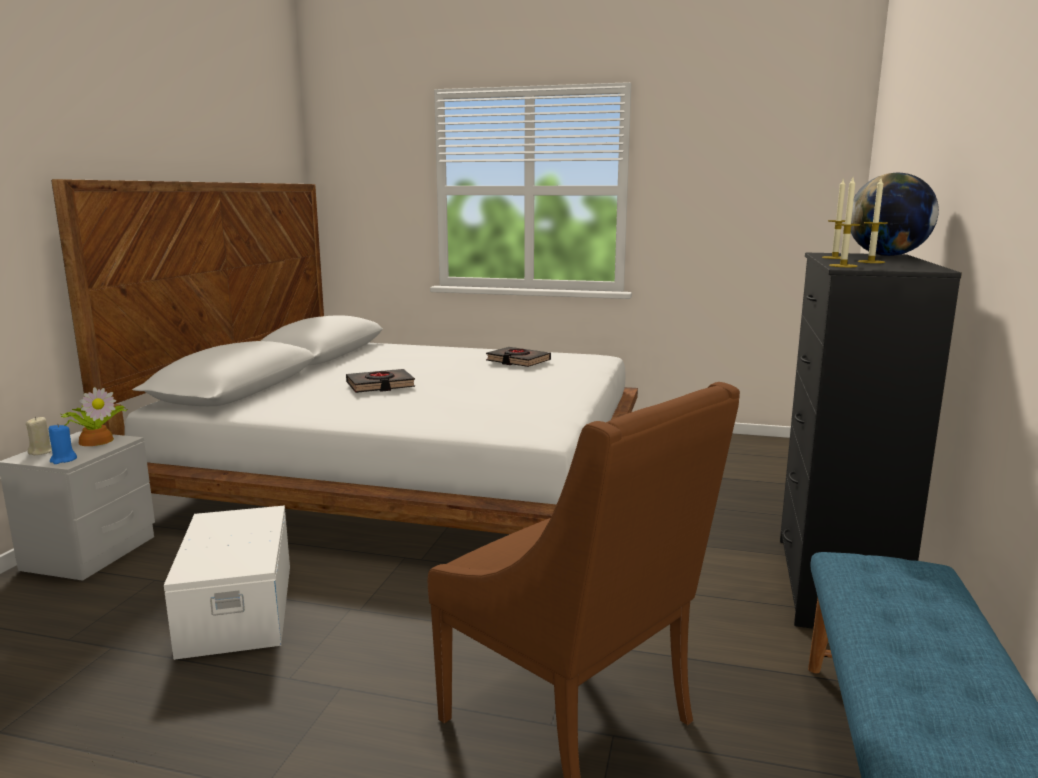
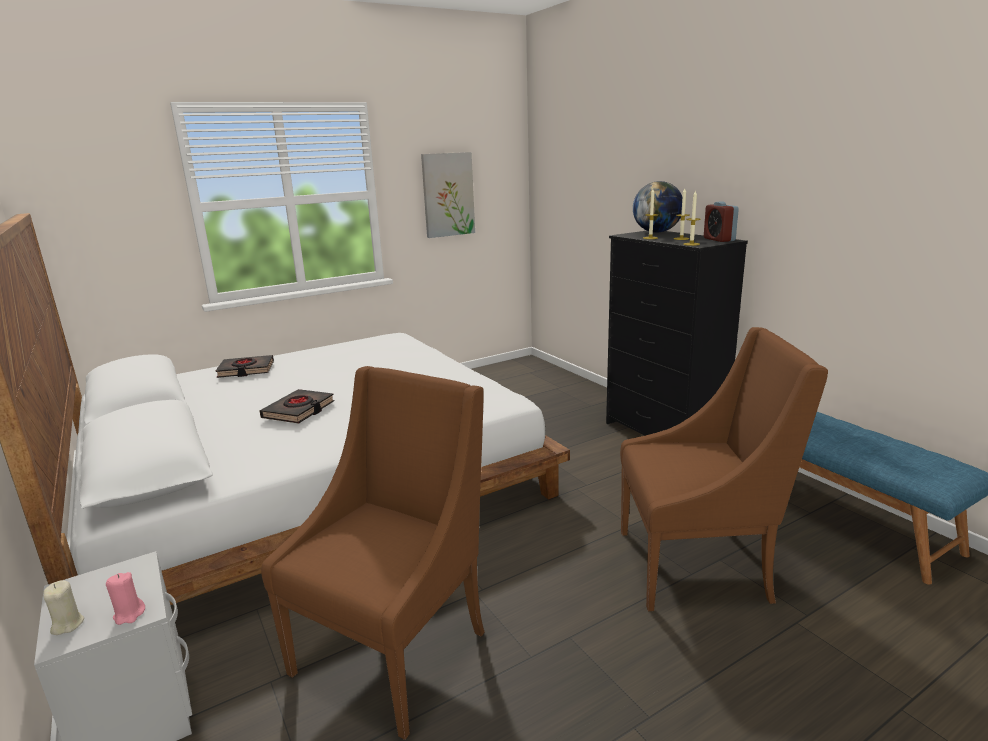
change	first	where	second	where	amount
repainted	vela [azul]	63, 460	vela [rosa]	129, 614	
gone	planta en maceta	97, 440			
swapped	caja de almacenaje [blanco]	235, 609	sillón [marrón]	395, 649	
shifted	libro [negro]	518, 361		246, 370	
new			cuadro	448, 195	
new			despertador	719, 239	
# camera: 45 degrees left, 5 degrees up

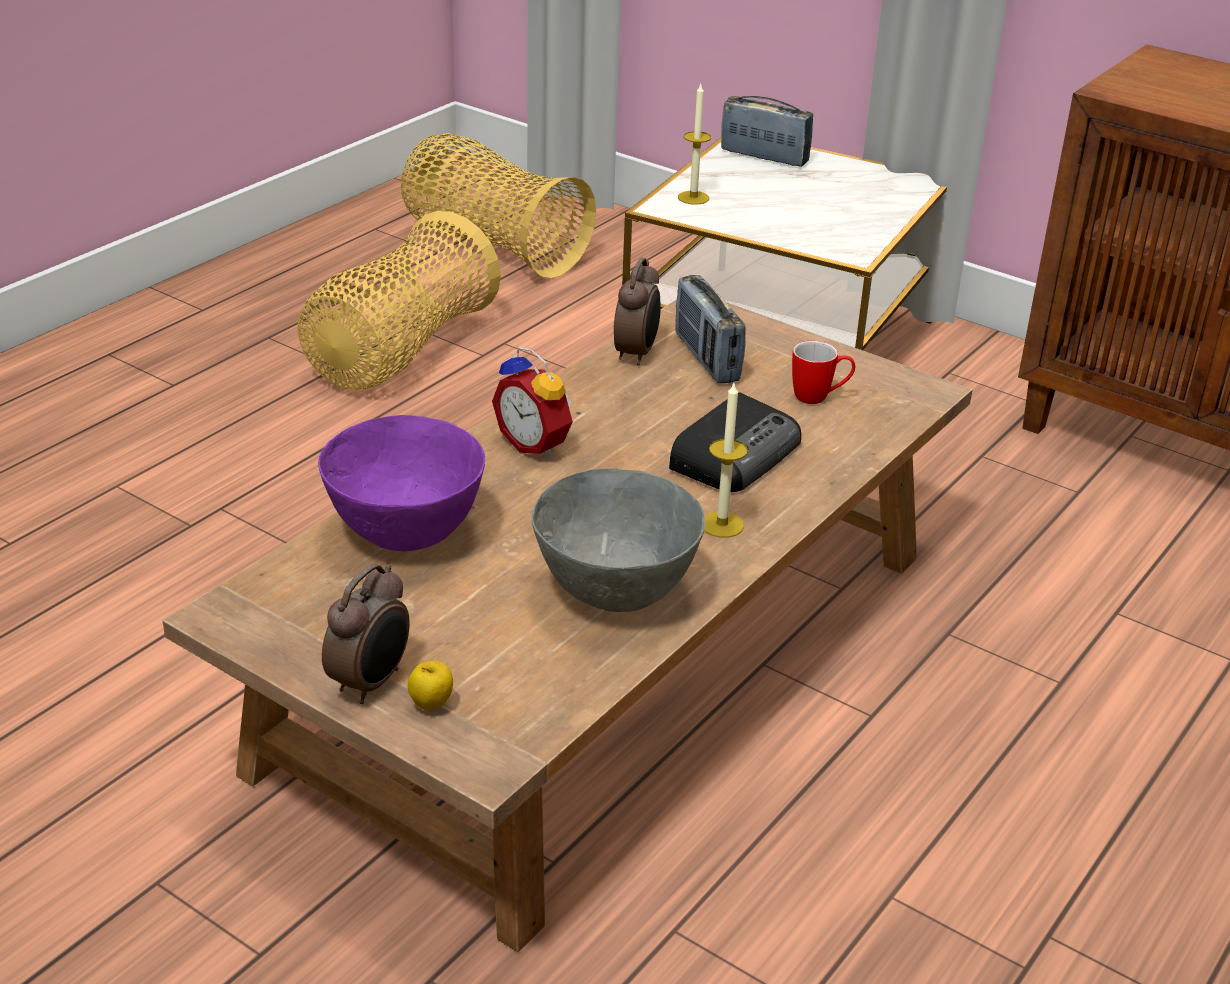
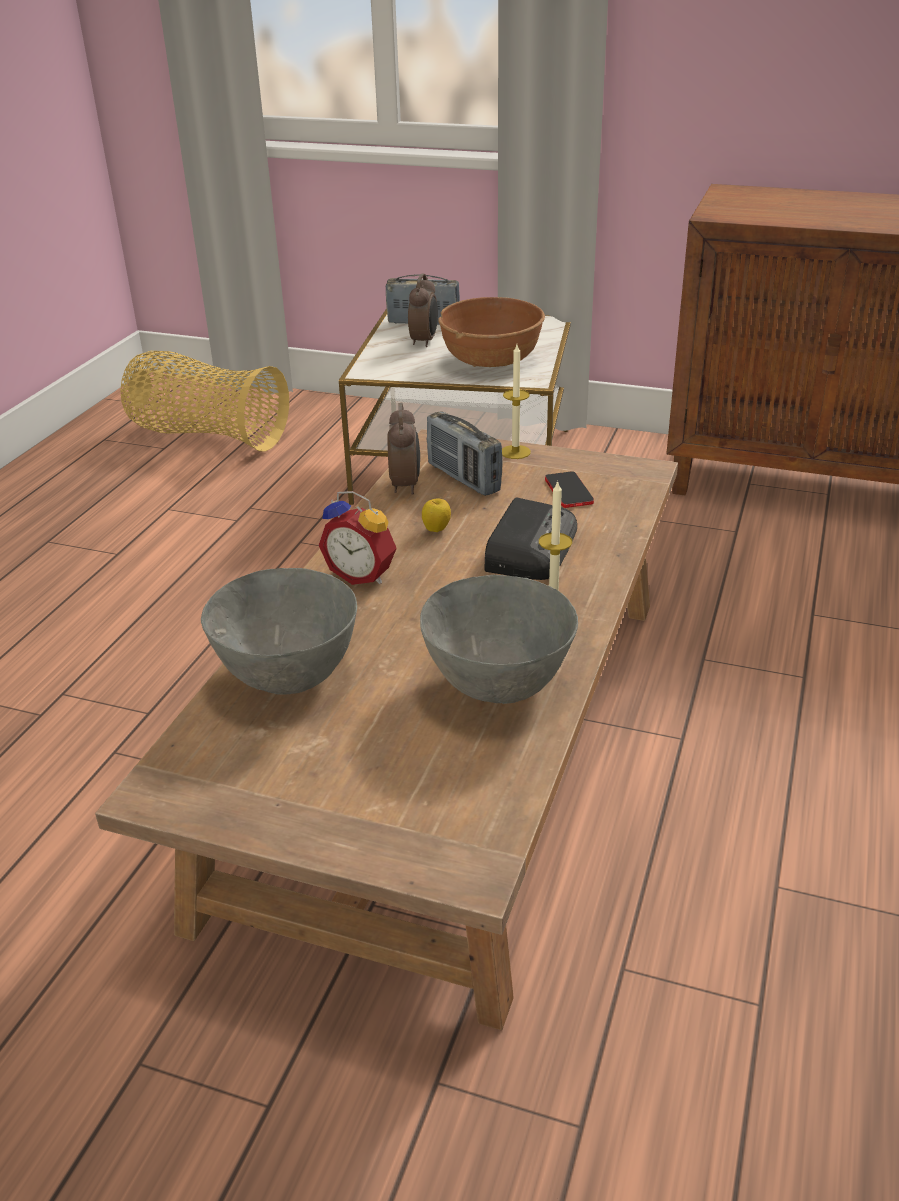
change	first	where	second	where	amount
gone	cesta	399, 353			
repainted	cuenco [morado]	407, 533	cuenco [gris]	290, 676	
shifted	despertador	371, 683		424, 341	
shifted	manzana	431, 705		436, 530	
shifted	vela	693, 198		515, 452	
swapped	taza grande	819, 397	móvil	568, 491	
new			cuenco [marrón]	491, 362	
# camera: 15 degrees left, 0 degrees up

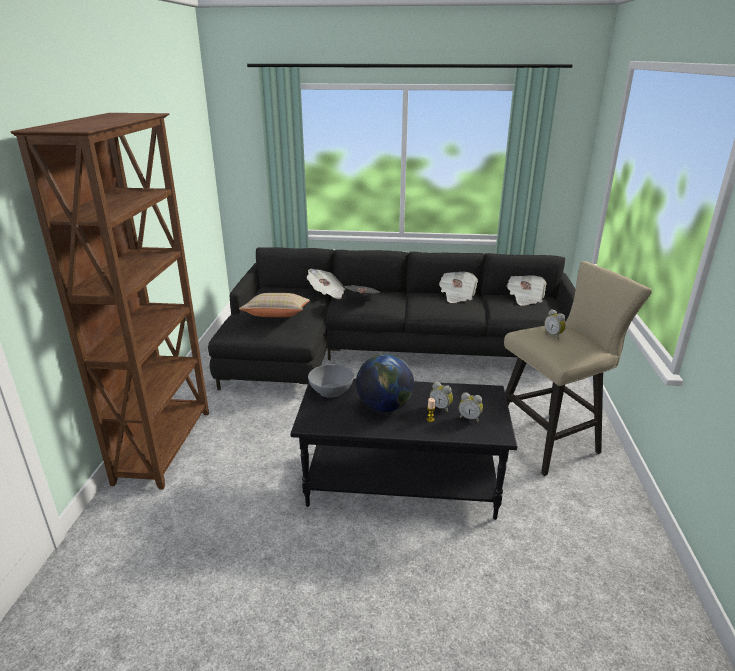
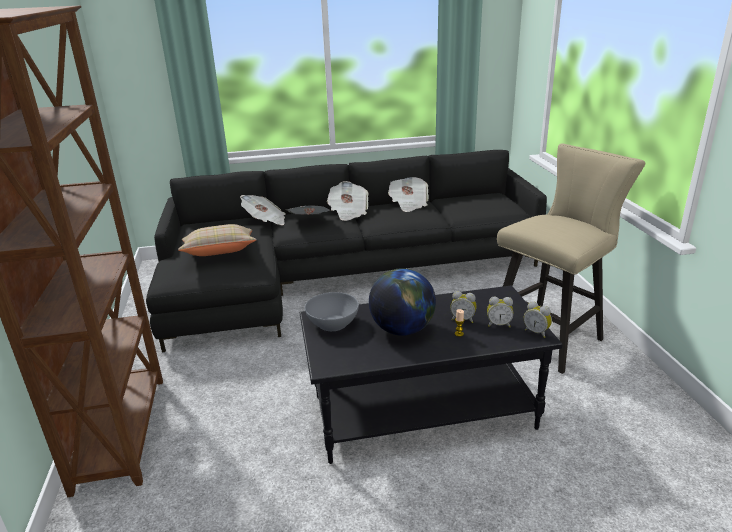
change	first	where	second	where	amount
shifted	periódico	525, 298		348, 212	
shifted	despertador	554, 335		536, 332	
# camera: 15 degrees left, 0 degrees up

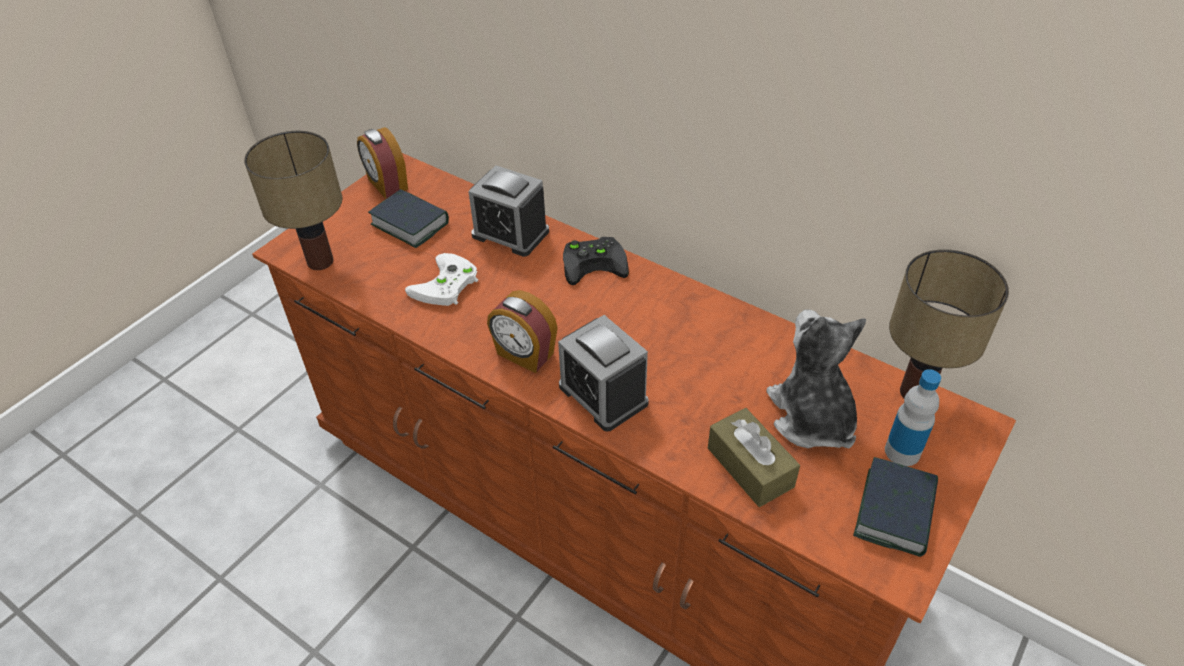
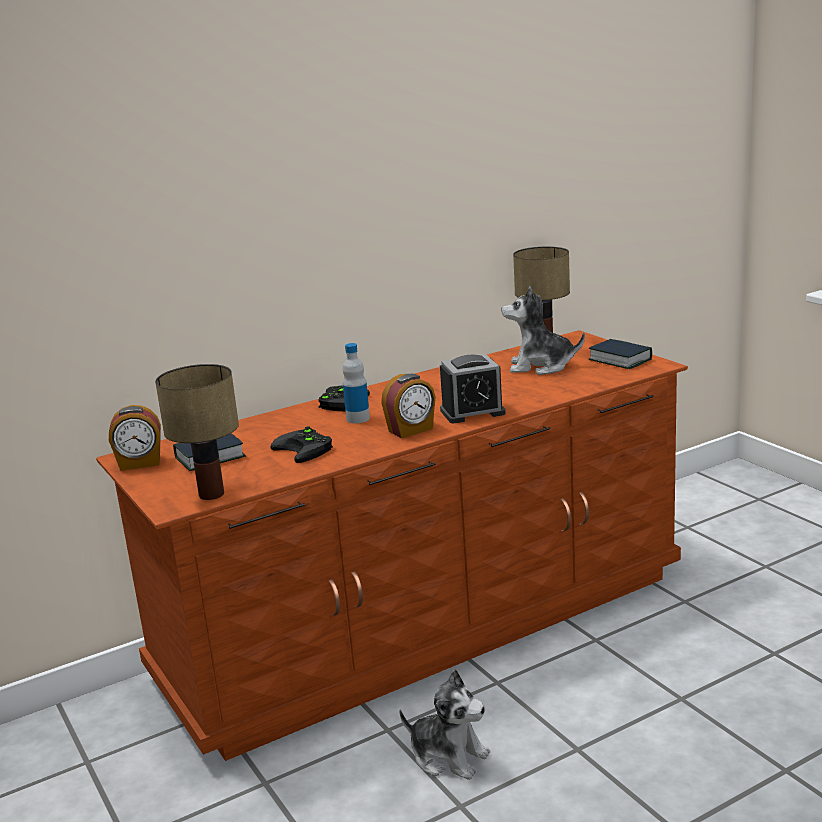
change	first	where	second	where	amount
repainted	mando de consola [blanco]	445, 286	mando de consola [negro]	306, 449	
gone	despertador	510, 233			
gone	caja de pañuelos [marrón]	750, 467			
shifted	botella	902, 452		358, 419	
new			peluche	448, 756	
# camera: 65 degrees left, 25 degrees down

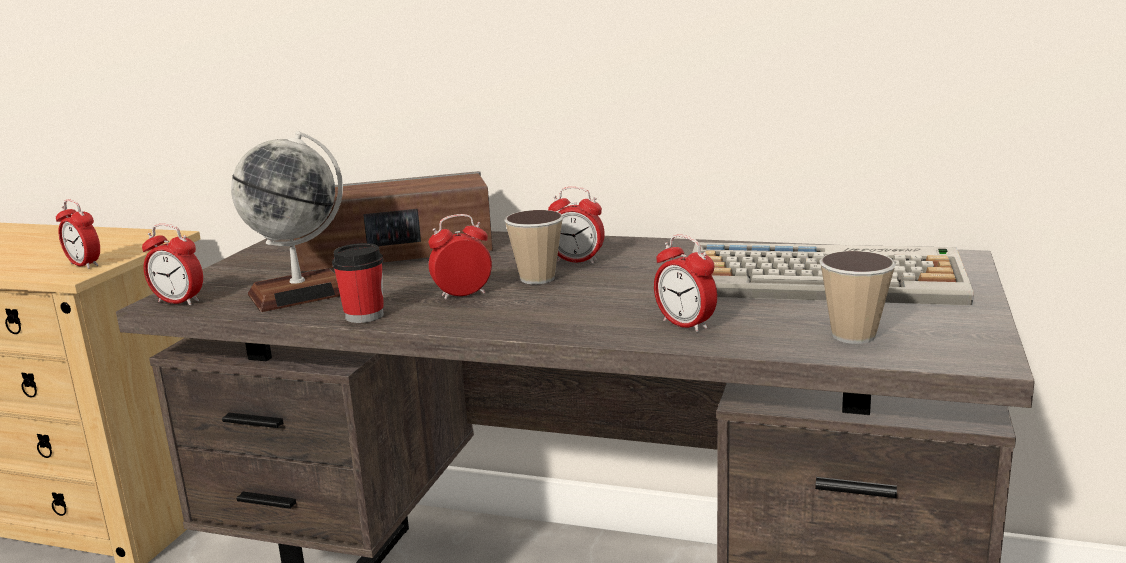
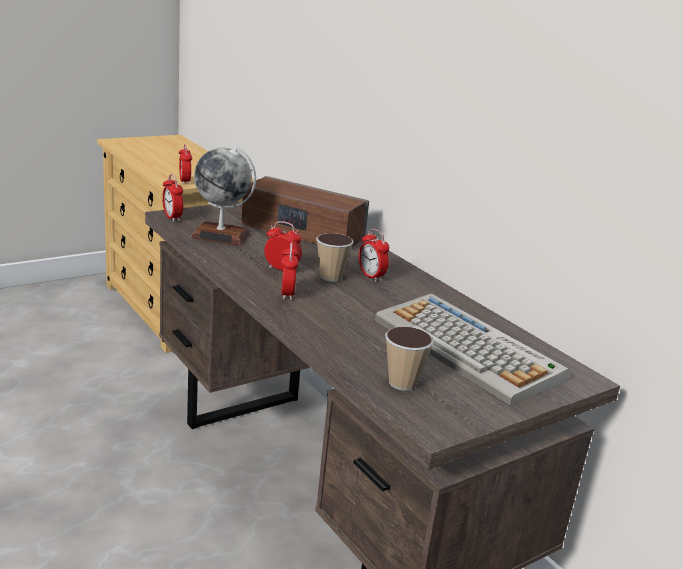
change	first	where	second	where	amount
gone	taza	364, 316			
shifted	despertador	685, 325		287, 294	
# camera: 35 degrees right, 5 degrees up

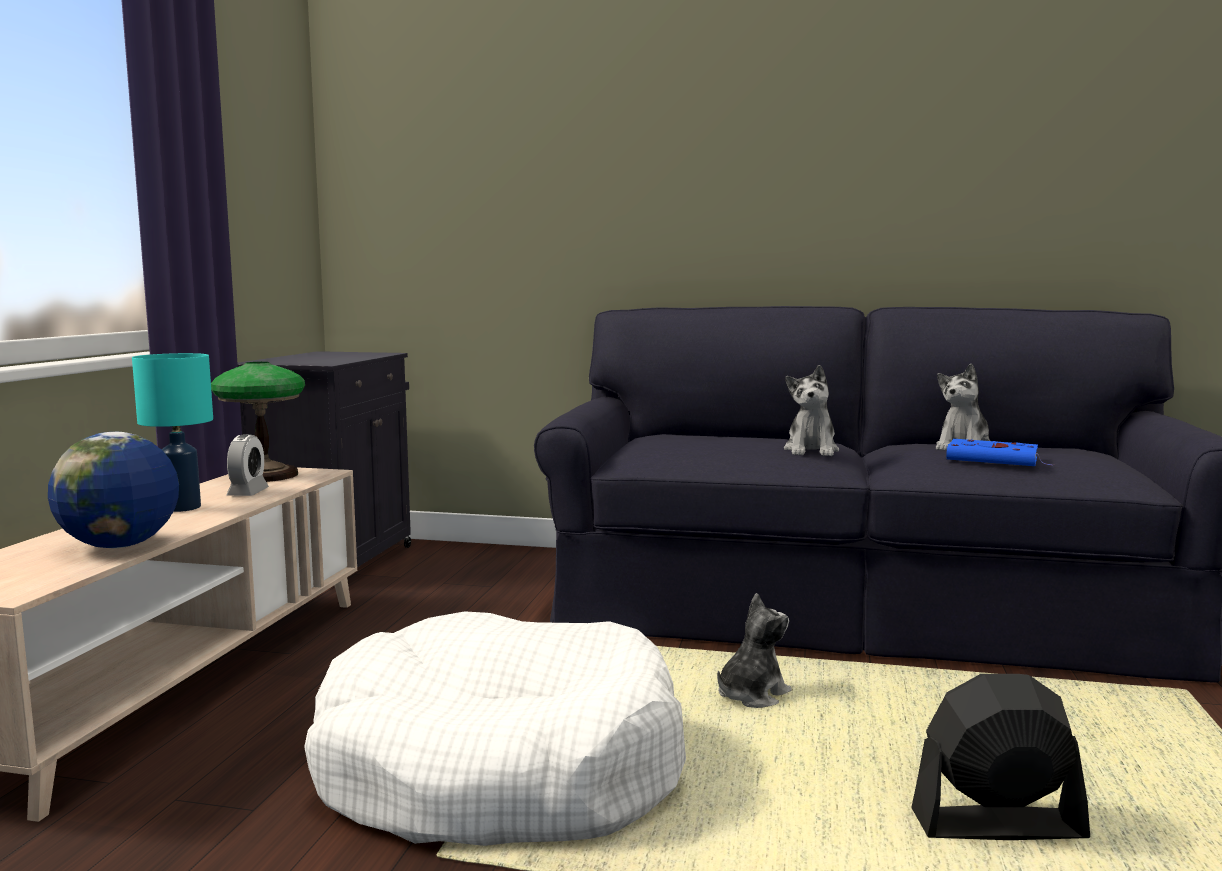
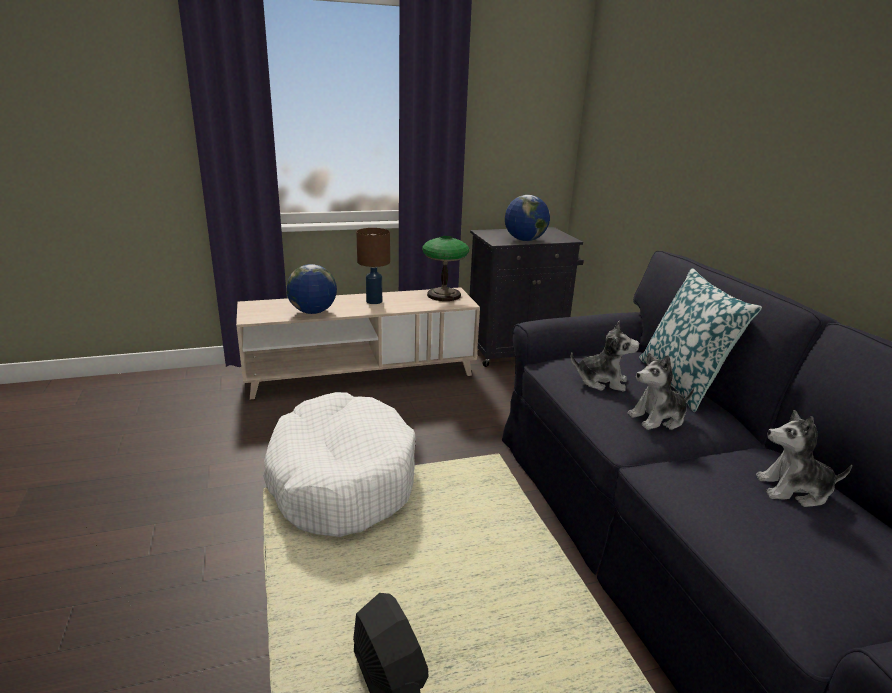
change	first	where	second	where	amount
repainted	lámpara de mesa [turquesa]	183, 507	lámpara de mesa [marrón]	374, 301	
gone	despertador	248, 493			
shifted	peluche	751, 695		601, 381	
gone	libro [azul]	995, 459			
new			globo terráqueo	524, 240	
new			cojín	682, 383	
# camera: 60 degrees right, 15 degrees up

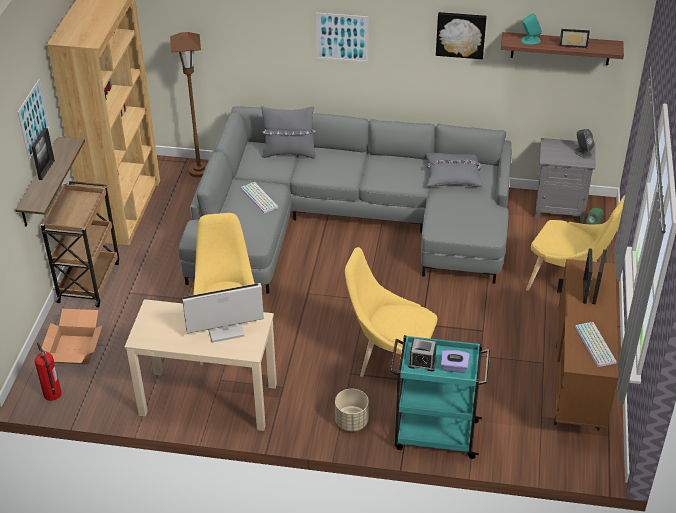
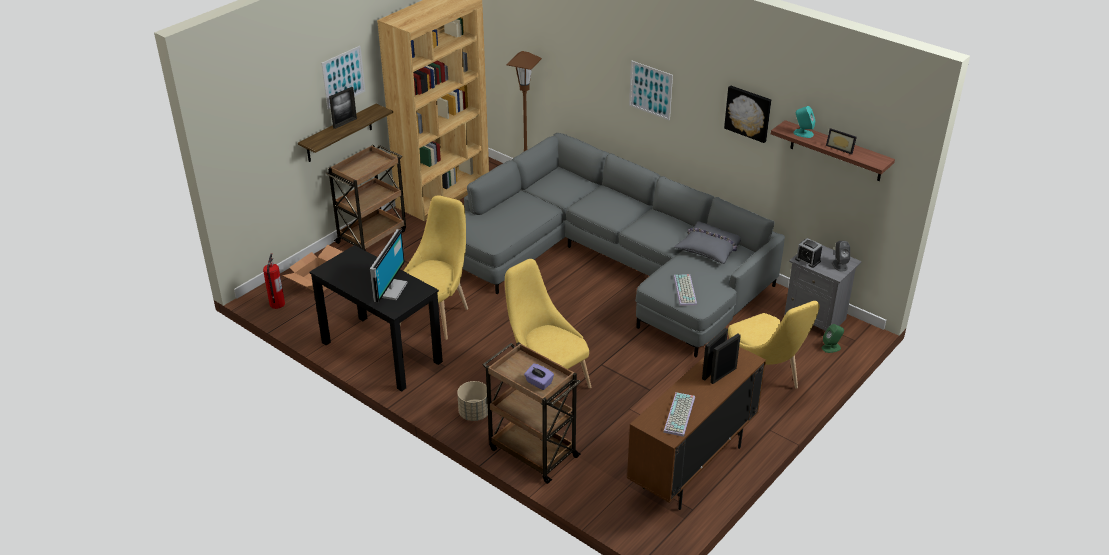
change	first	where	second	where	amount
repainted	escritorio [beis]	208, 399	escritorio [negro]	381, 352	
rotated	monitor	226, 332		390, 289	90 degrees clockwise
shifted	teclado	260, 198		686, 291	
gone	cojín [gris]	289, 153			
repainted	carrito [turquesa]	434, 435	carrito [marrón]	532, 452	
shifted	despertador	422, 363		807, 260	
# camera: 30 degrees right, 5 degrees down

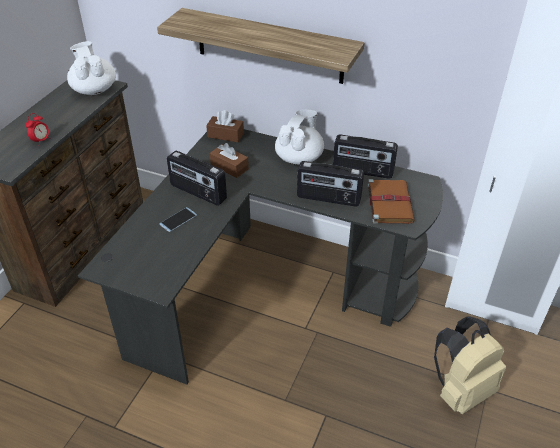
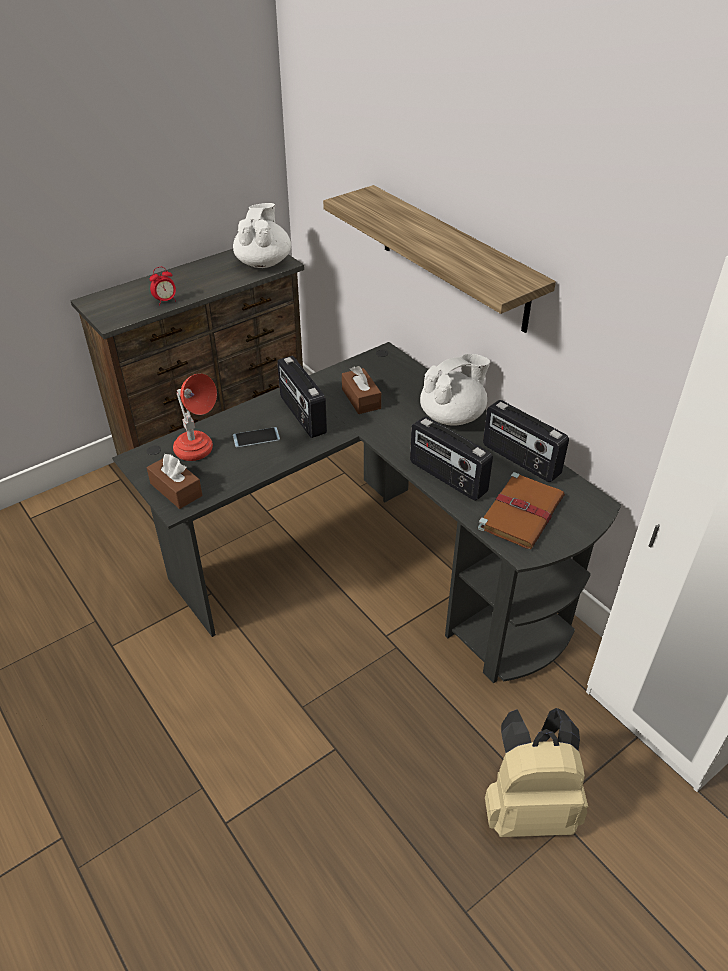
change	first	where	second	where	amount
shifted	caja de pañuelos [marrón]	225, 135		176, 489	
new			lámpara de mesa [rojo]	199, 455	
# camera: 30 degrees right, 0 degrees up

